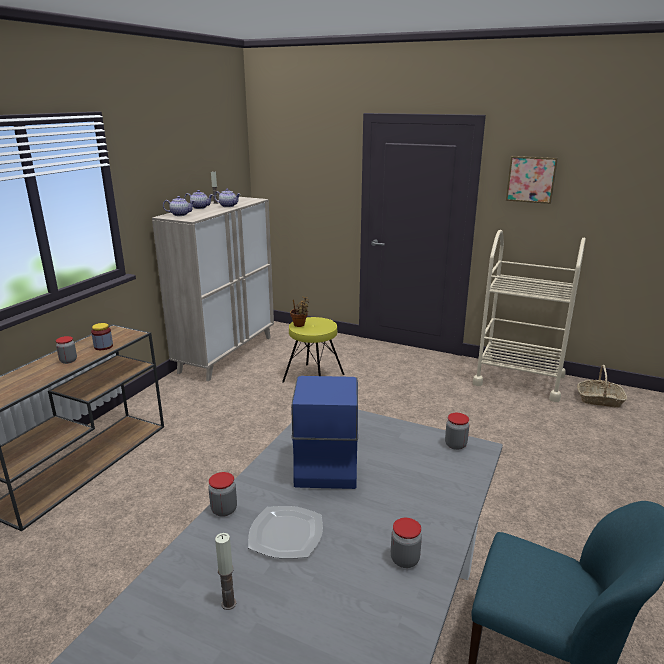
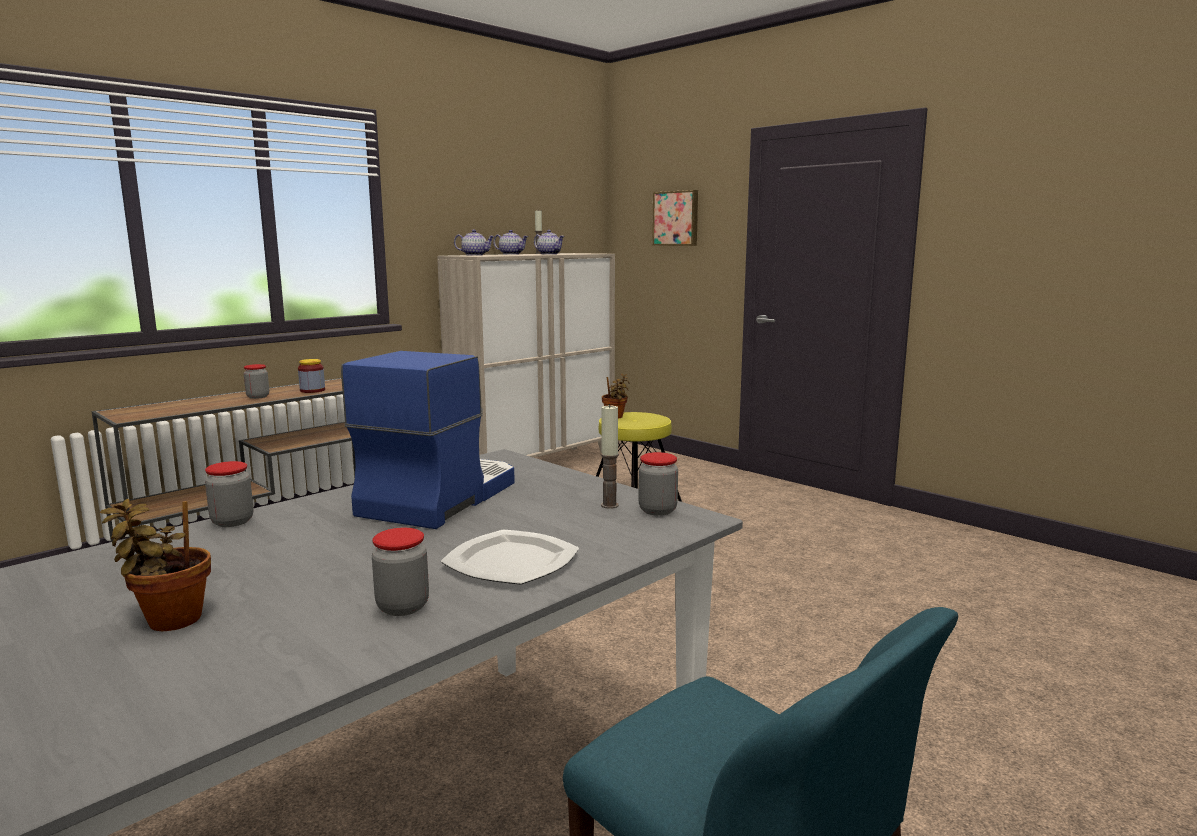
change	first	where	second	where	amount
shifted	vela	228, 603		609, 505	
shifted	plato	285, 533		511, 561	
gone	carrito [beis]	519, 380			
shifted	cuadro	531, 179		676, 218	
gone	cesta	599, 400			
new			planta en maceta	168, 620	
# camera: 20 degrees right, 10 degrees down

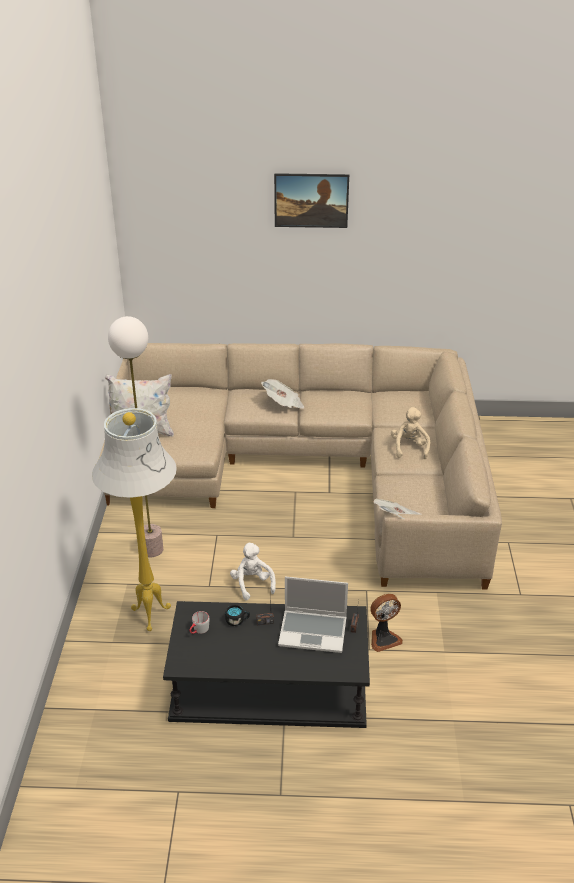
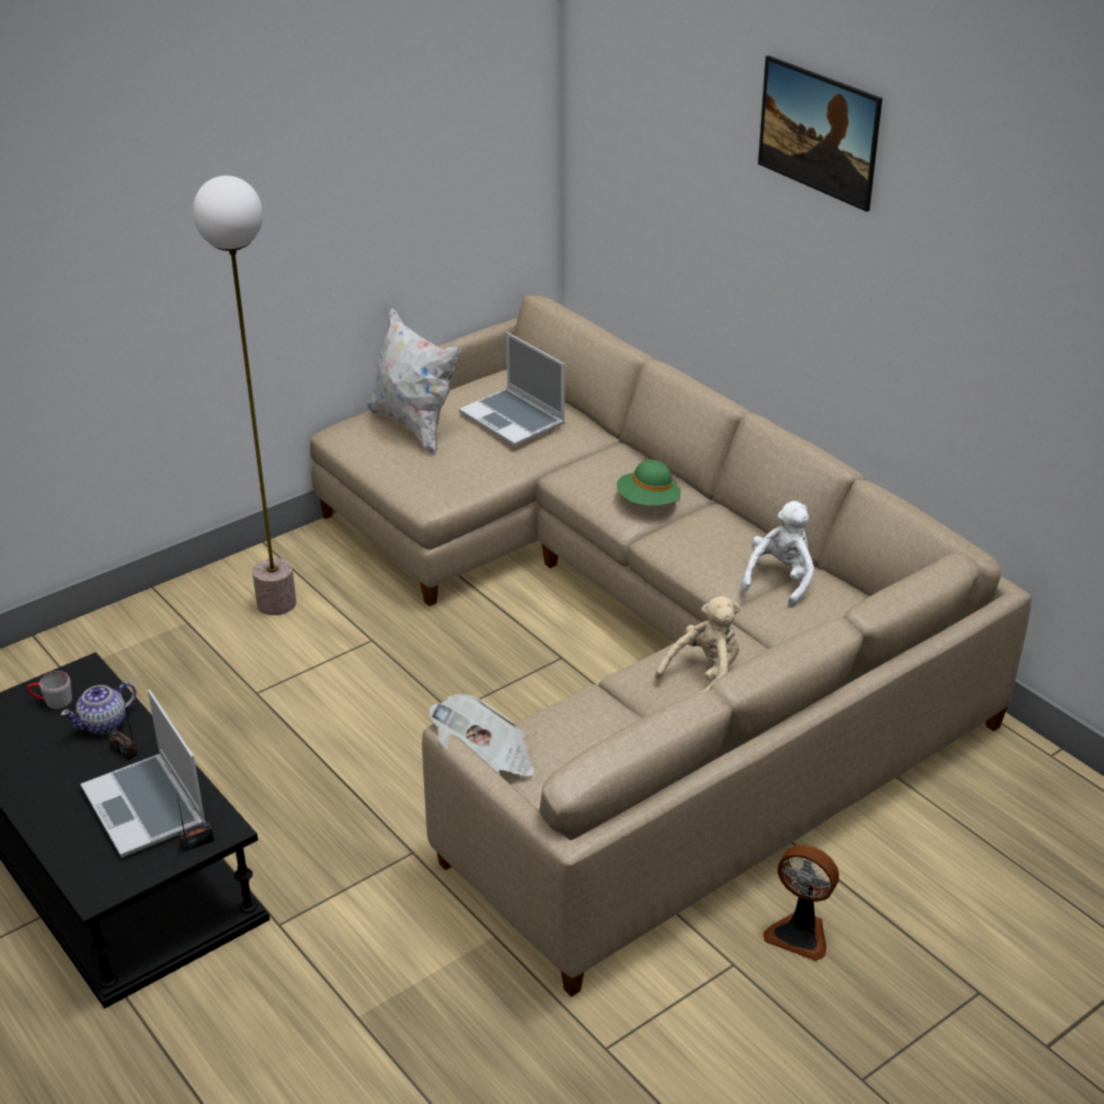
change	first	where	second	where	amount
gone	lámpara de pie [blanco]	151, 614			
swapped	taza grande [negro]	237, 620	tetera	104, 724	
shifted	peluche [blanco]	252, 584		780, 580	
swapped	periódico	283, 404	sombrero [verde]	648, 502	
shifted	ventilador	383, 638		800, 933	
new			portátil	514, 419	
# camera: 50 degrees right, 0 degrees up

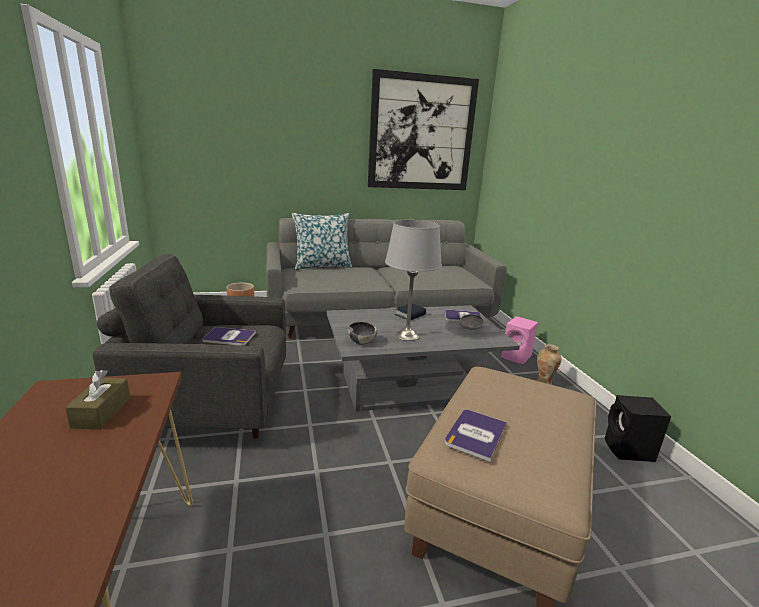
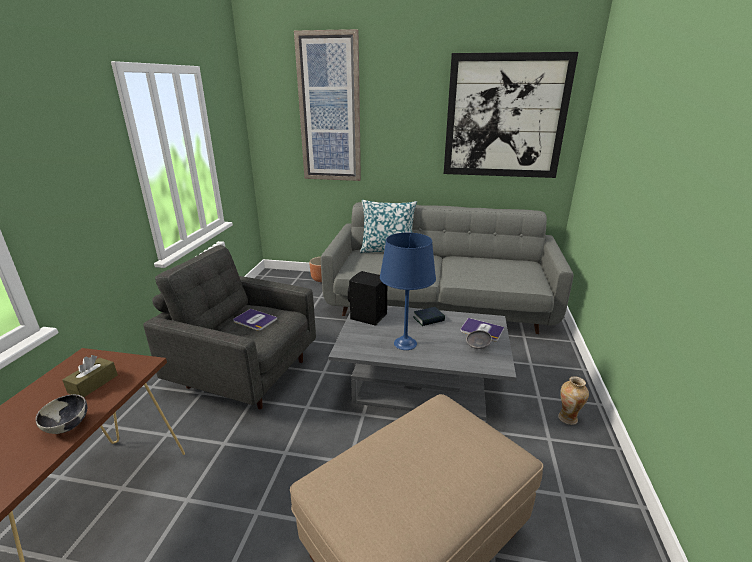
change	first	where	second	where	amount
shifted	cuenco	361, 342		68, 426	
repainted	lámpara de mesa [gris]	406, 335	lámpara de mesa [azul]	404, 343	
gone	libro	476, 434			
gone	altavoz [rosa]	517, 357			
shifted	altavoz [negro]	629, 451		367, 317	
new			cuadro	330, 109	
# camera: 25 degrees right, 5 degrees up

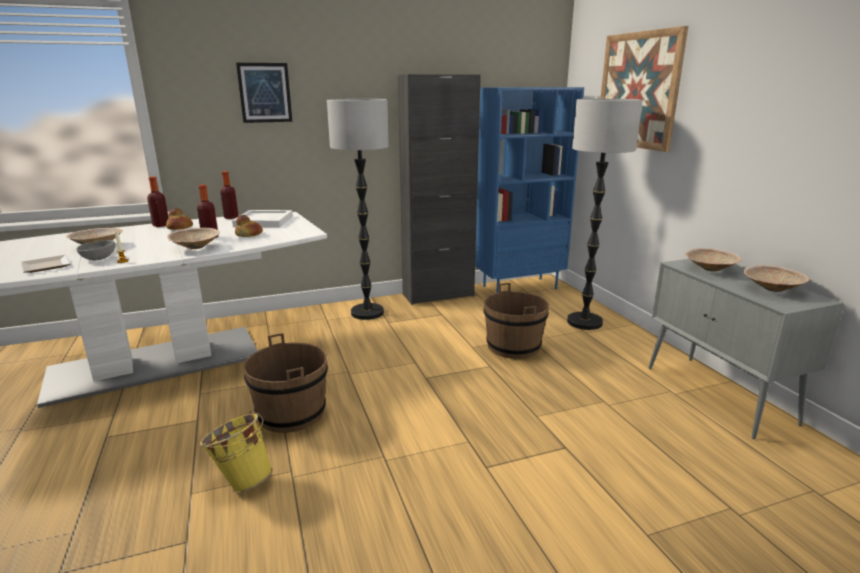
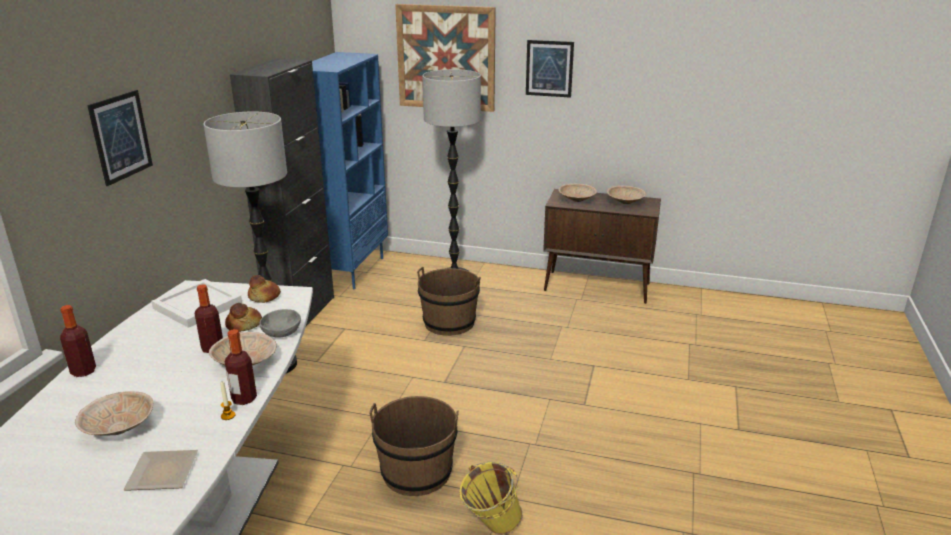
change	first	where	second	where	amount
shifted	cuenco [gris]	98, 258		282, 333	
shifted	pan	180, 228		264, 297	
shifted	botella	231, 217		244, 399	
repainted	armario [gris]	719, 395	armario [marrón]	598, 287	
new			cuadro	549, 68	
# camera: 55 degrees left, 5 degrees up

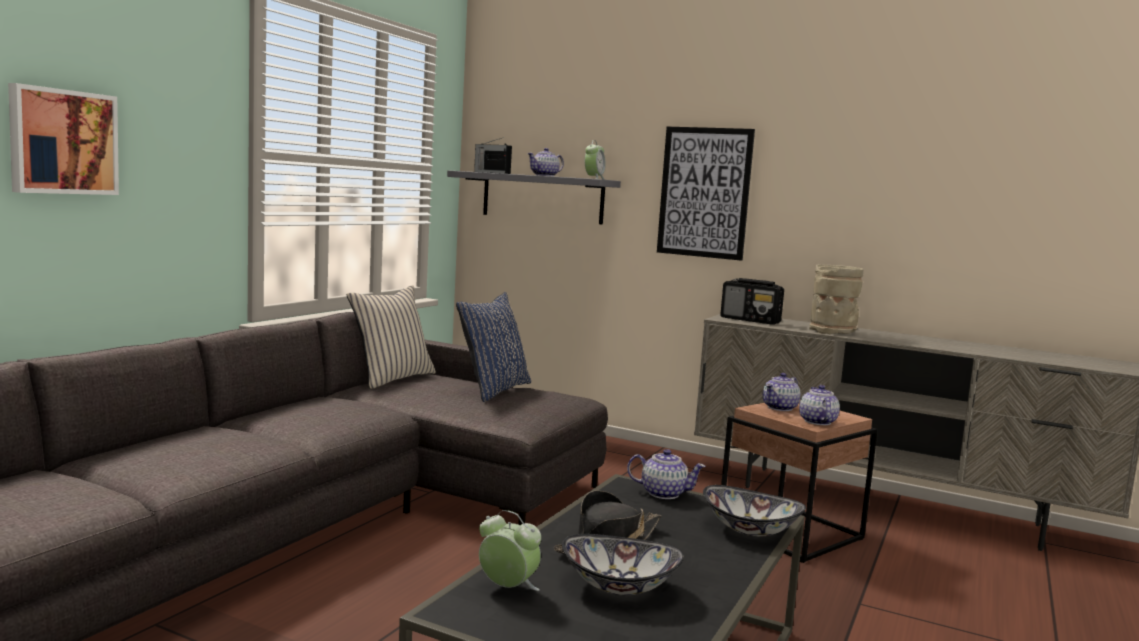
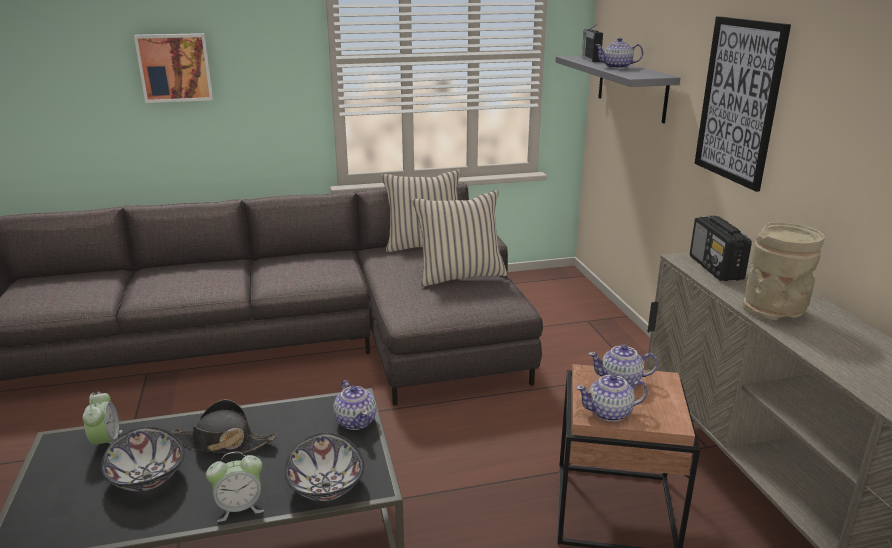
change	first	where	second	where	amount
repainted	cojín [azul]	493, 390	cojín [beis]	459, 275	
shifted	despertador	594, 178		240, 508	
rotated	tetera	817, 422		610, 413	150 degrees counterclockwise
# camera: 50 degrees right, 15 degrees up

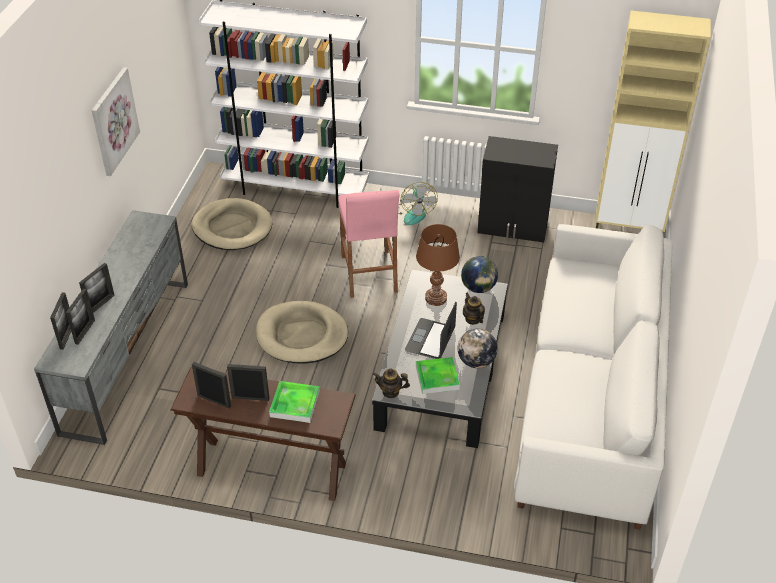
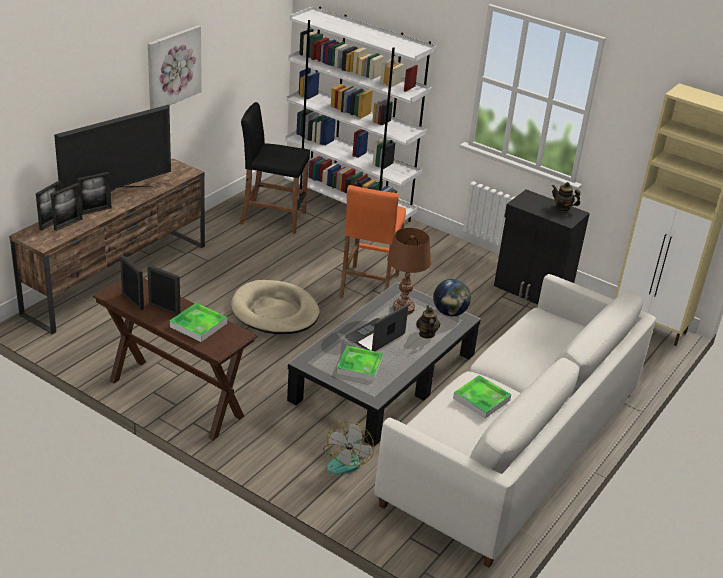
change	first	where	second	where	amount
repainted	mueble de televisión [gris]	128, 354	mueble de televisión [marrón]	118, 279	
swapped	cama para perro [beis]	232, 227	taburete [negro]	272, 218	
repainted	taburete [rosa]	369, 274	taburete [naranja]	369, 286	
shifted	tetera	391, 392		562, 208	
shifted	ventilador	413, 213		346, 460	
gone	globo terráqueo	476, 361			
new			televisor	117, 196	
new			bandeja	481, 399	
# camera: 20 degrees right, 10 degrees down

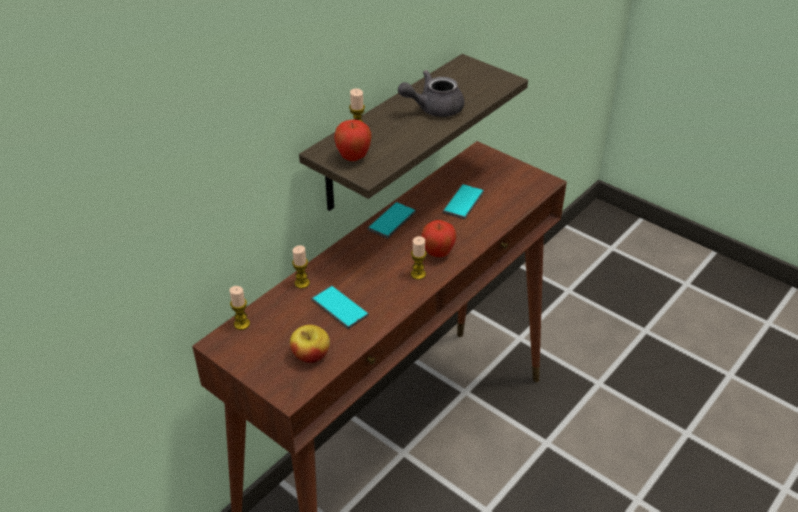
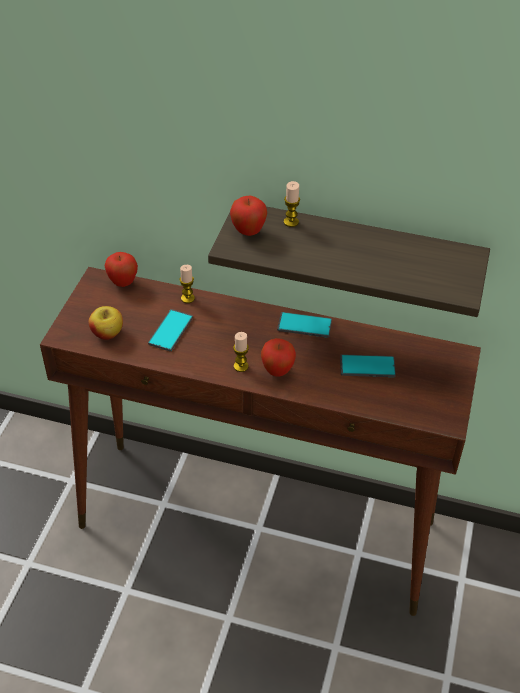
change	first	where	second	where	amount
swapped	vela	242, 324	manzana	123, 283	
gone	tetera [gris]	433, 108			
# camera: 65 degrees right, 5 degrees up

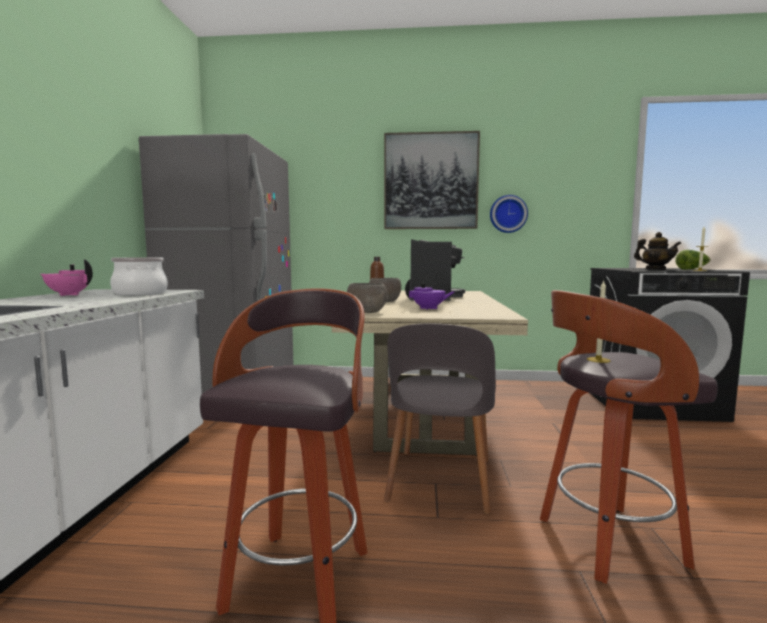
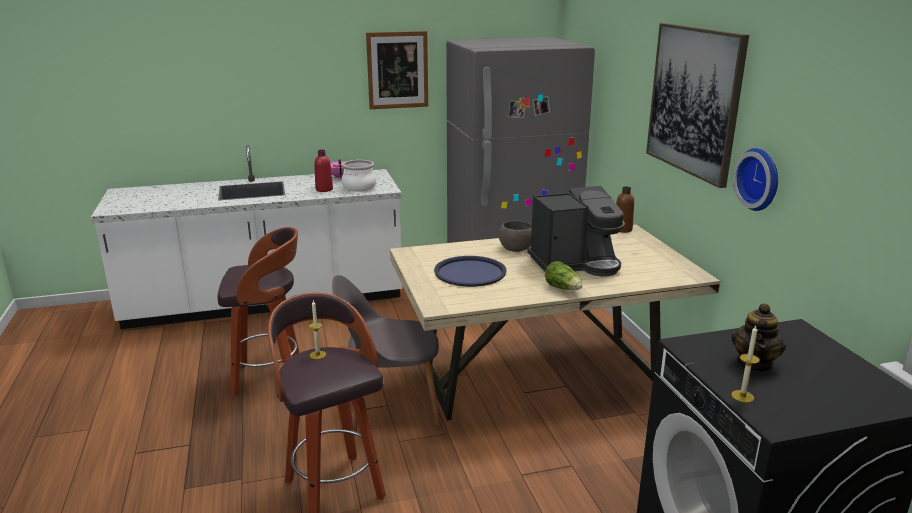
change	first	where	second	where	amount
gone	cuenco [gris]	367, 312			
swapped	tetera [morado]	428, 308	bandeja [azul]	470, 272	
shifted	lechuga	692, 269		563, 288	
new			botella [rojo]	324, 189	
new			cuadro	397, 70	
# camera: 70 degrees right, 15 degrees up

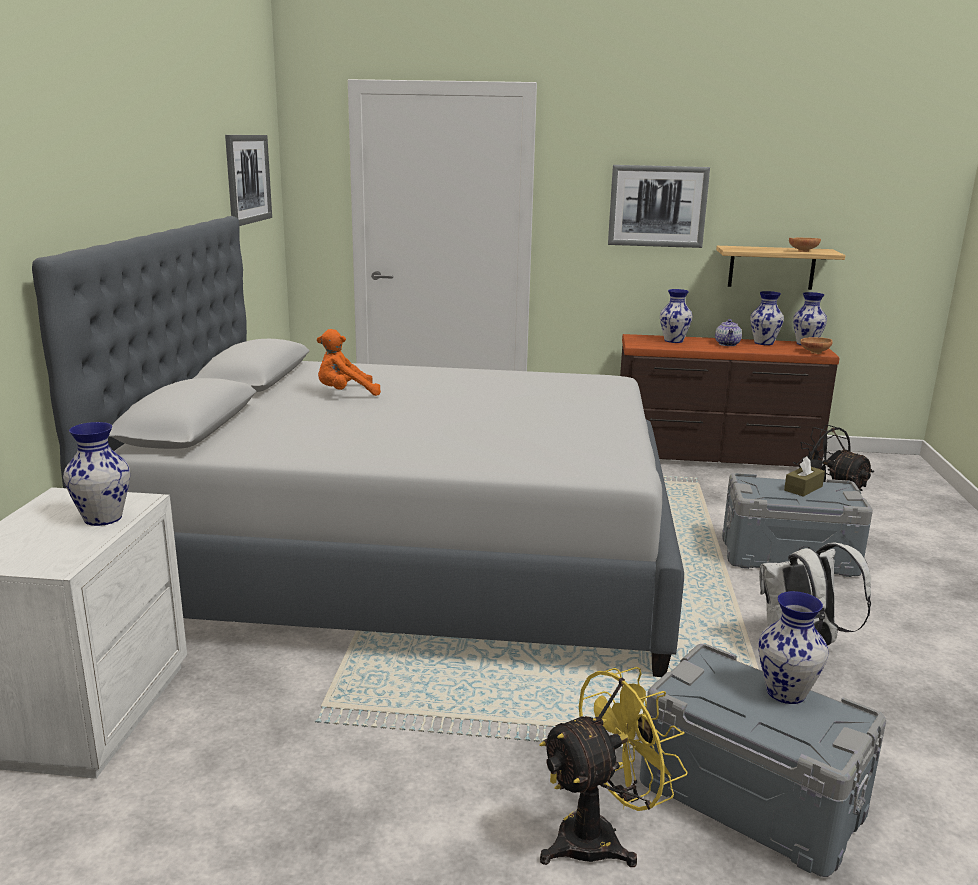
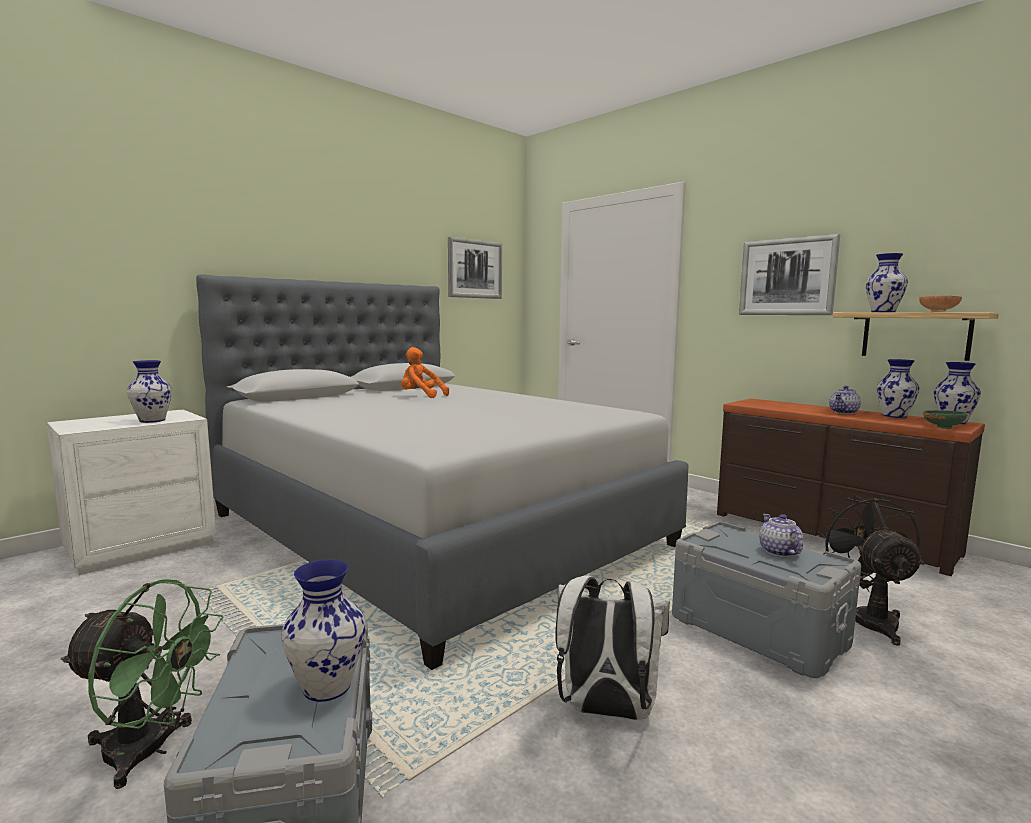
change	first	where	second	where	amount
repainted	ventilador [amarillo]	600, 837	ventilador [verde]	150, 751	
shifted	florero	673, 340		883, 312	
swapped	caja de pañuelos [marrón]	803, 488	tetera	778, 551	
repainted	cuenco [marrón]	814, 352	cuenco [verde]	942, 427	
# camera: 40 degrees right, 10 degrees down

